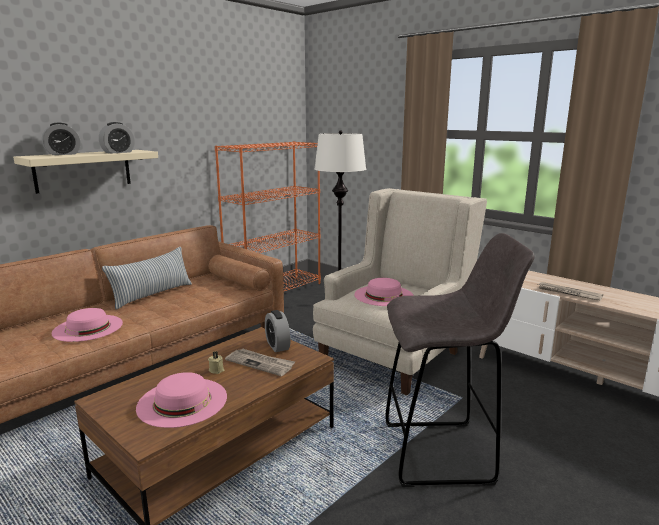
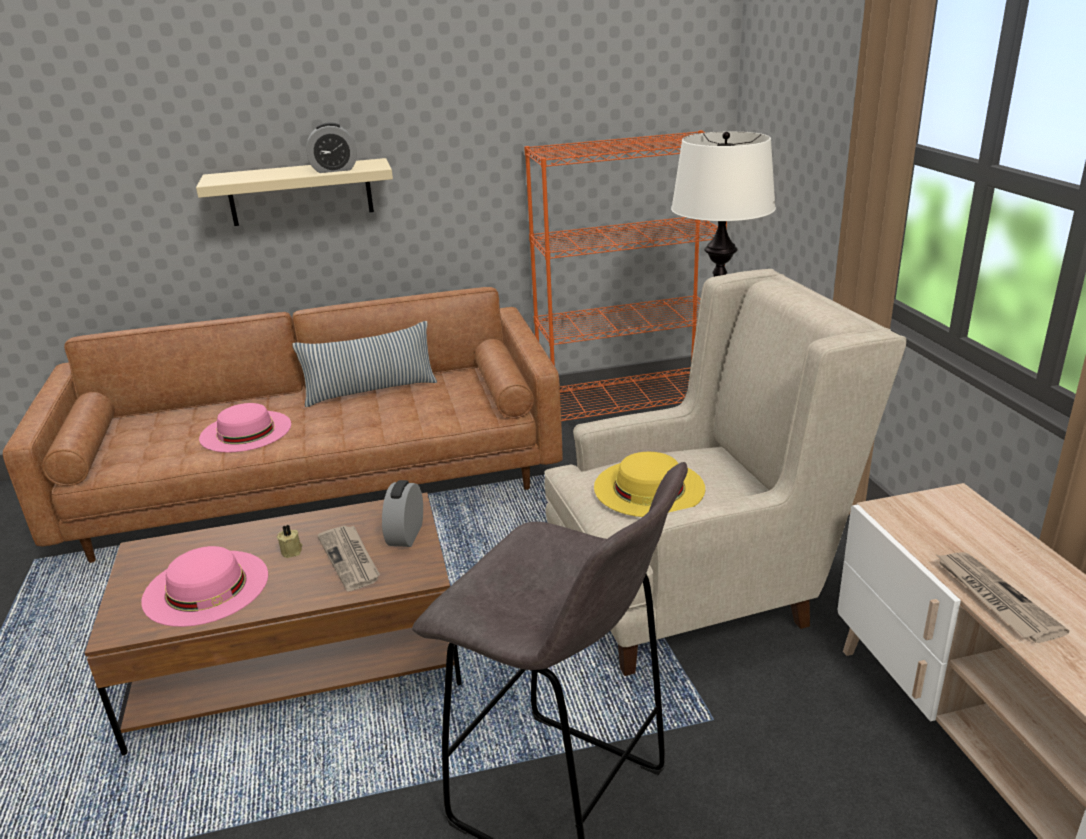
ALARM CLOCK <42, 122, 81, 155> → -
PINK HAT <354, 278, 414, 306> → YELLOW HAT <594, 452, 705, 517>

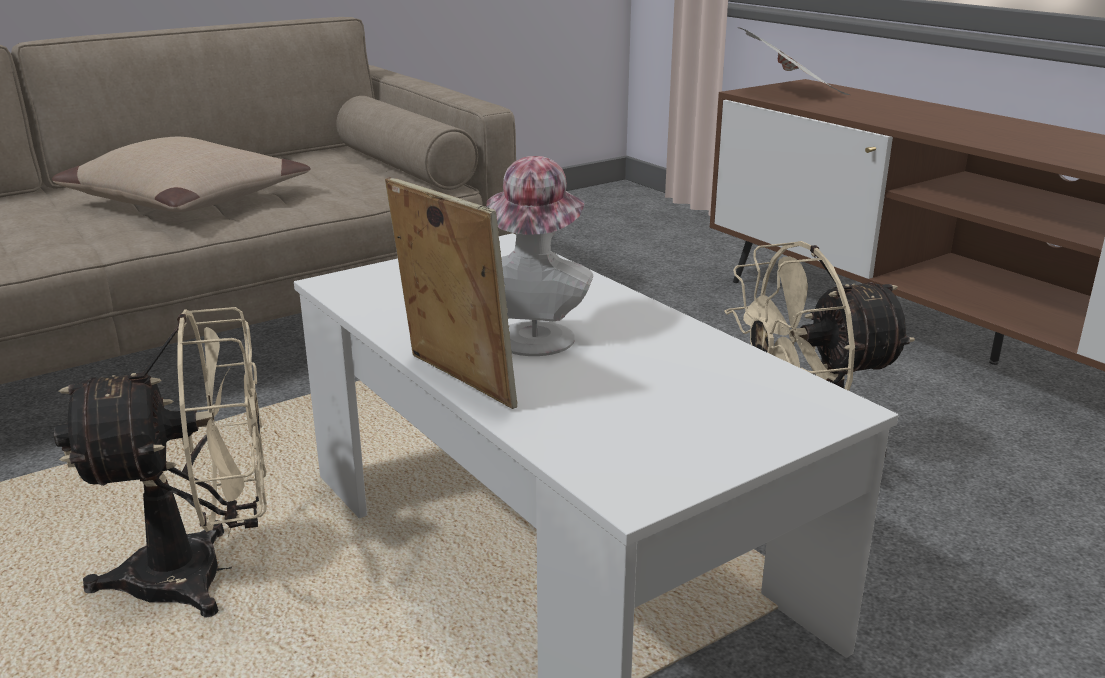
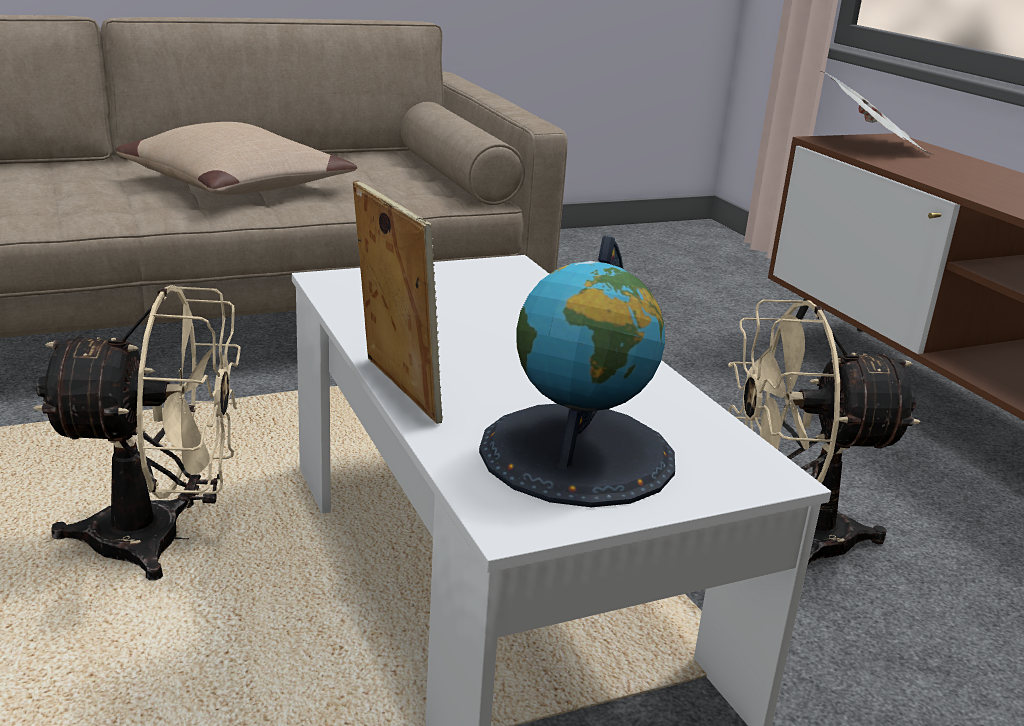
HAT <487, 156, 593, 356> → -
- → GLOBE <479, 235, 675, 507>

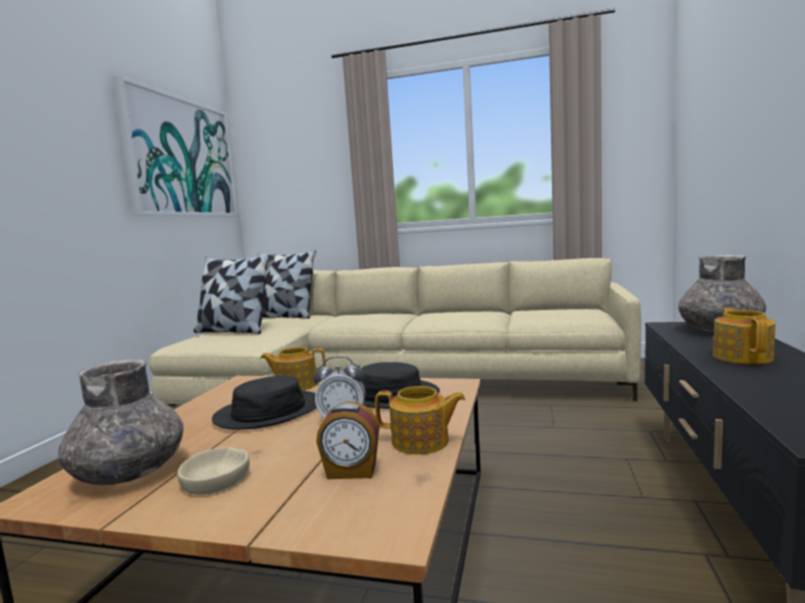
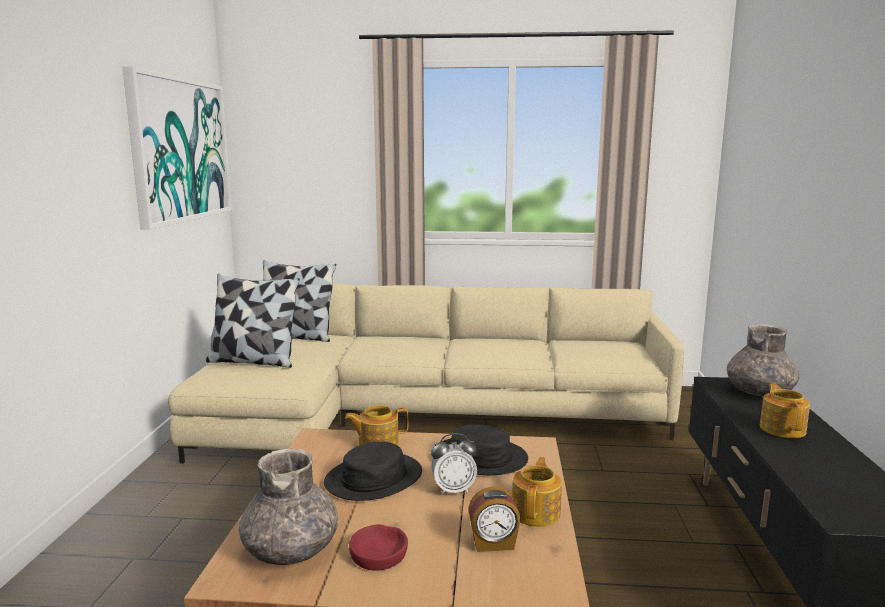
BEIGE BOWL <177, 447, 250, 495> → RED BOWL <349, 524, 408, 571>
TEAPOT <375, 386, 466, 455> → TEAPOT <512, 457, 562, 527>, 75 degrees counterclockwise

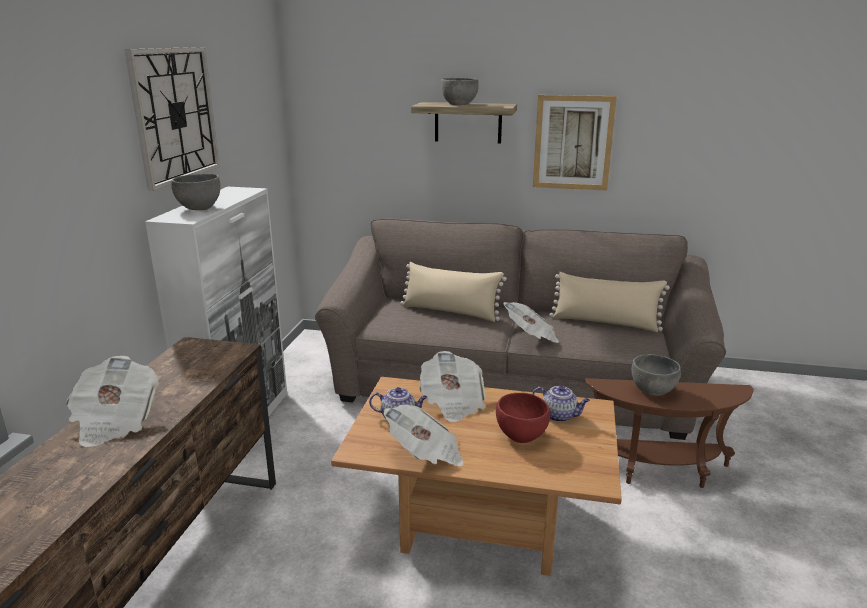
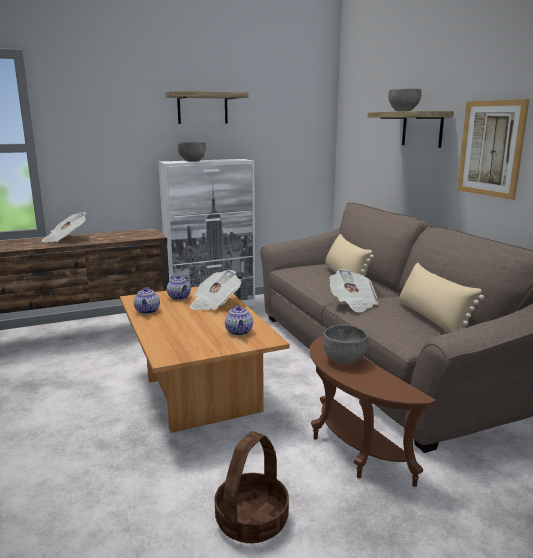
RED BOWL <496, 393, 550, 443> → -
- → BASKET <214, 431, 289, 543>
WALL CLOCK <124, 47, 220, 191> → SHELF <166, 91, 249, 124>
NEWSPAPER <384, 405, 464, 466> → TEAPOT <134, 287, 160, 314>

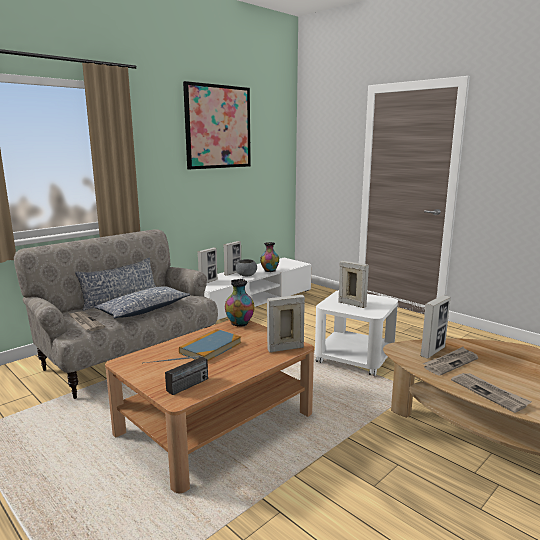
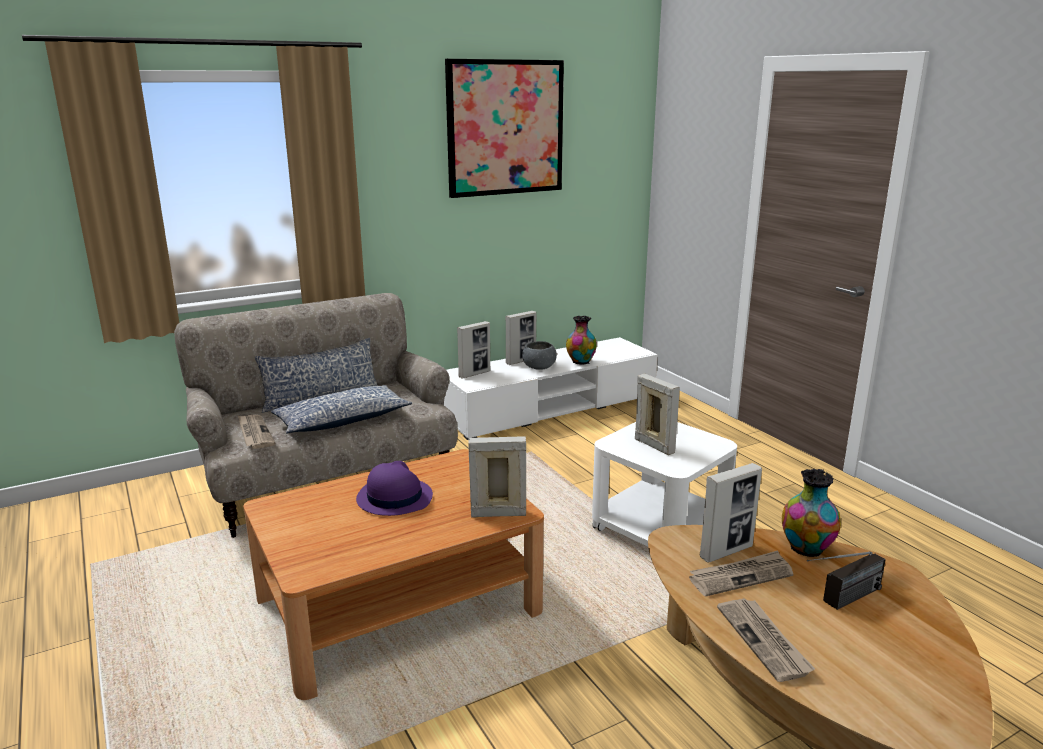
RADIO <142, 356, 208, 395> → RADIO <807, 551, 886, 610>, move
VASE <225, 279, 255, 327> → VASE <782, 469, 841, 557>, move
BOOK <179, 329, 241, 361> → PURPLE HAT <356, 461, 433, 516>

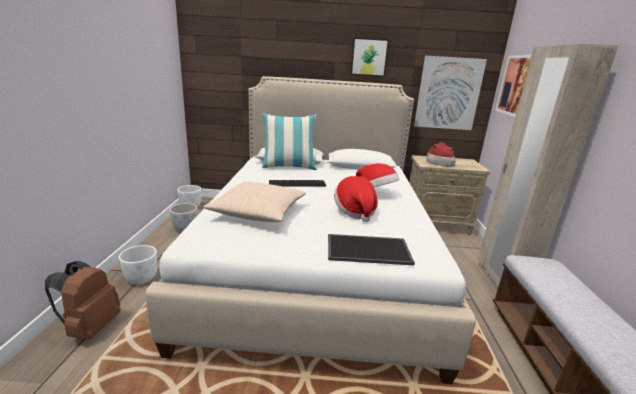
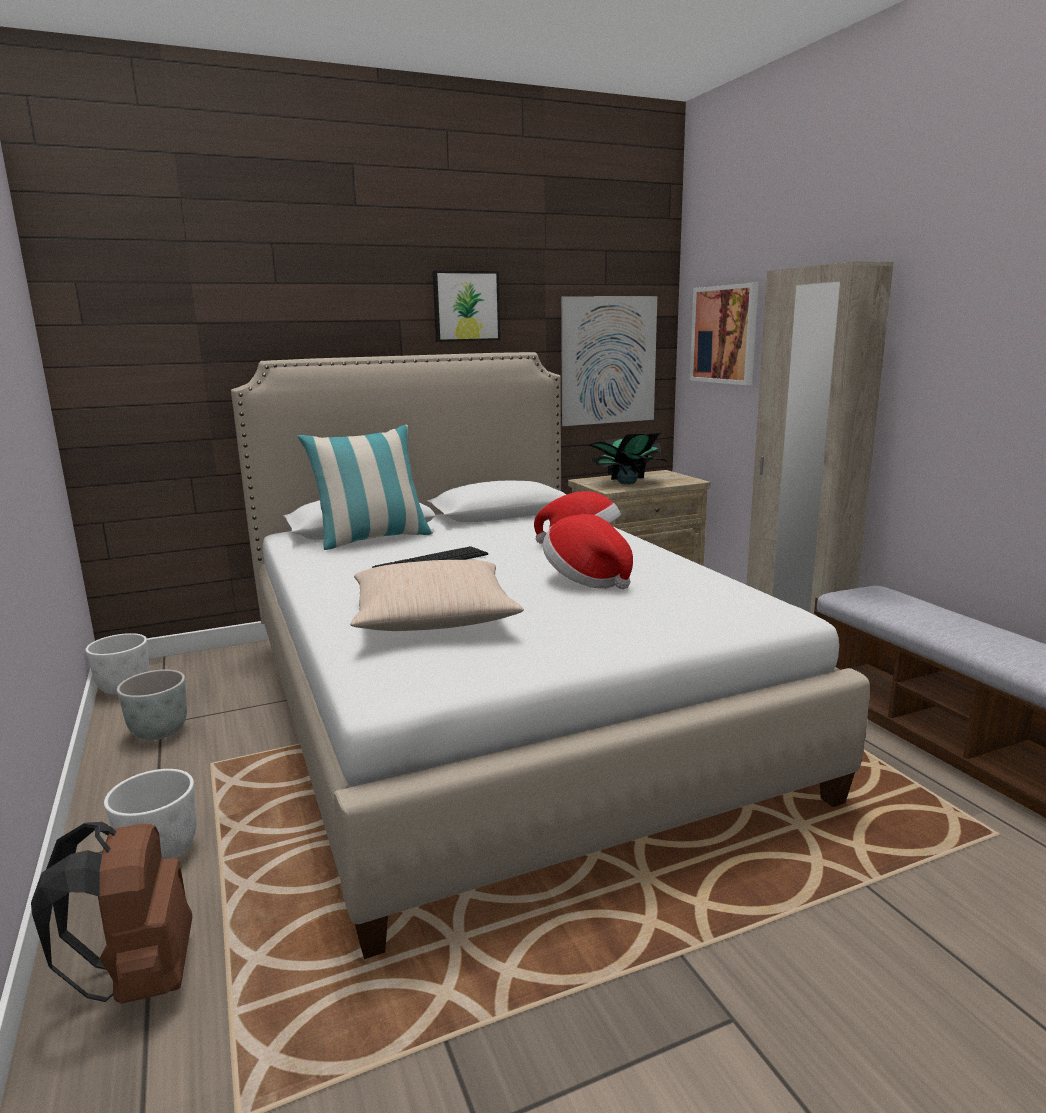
TRAY <328, 234, 415, 265> → -
HAT <426, 142, 456, 167> → POTTED PLANT <585, 433, 667, 484>

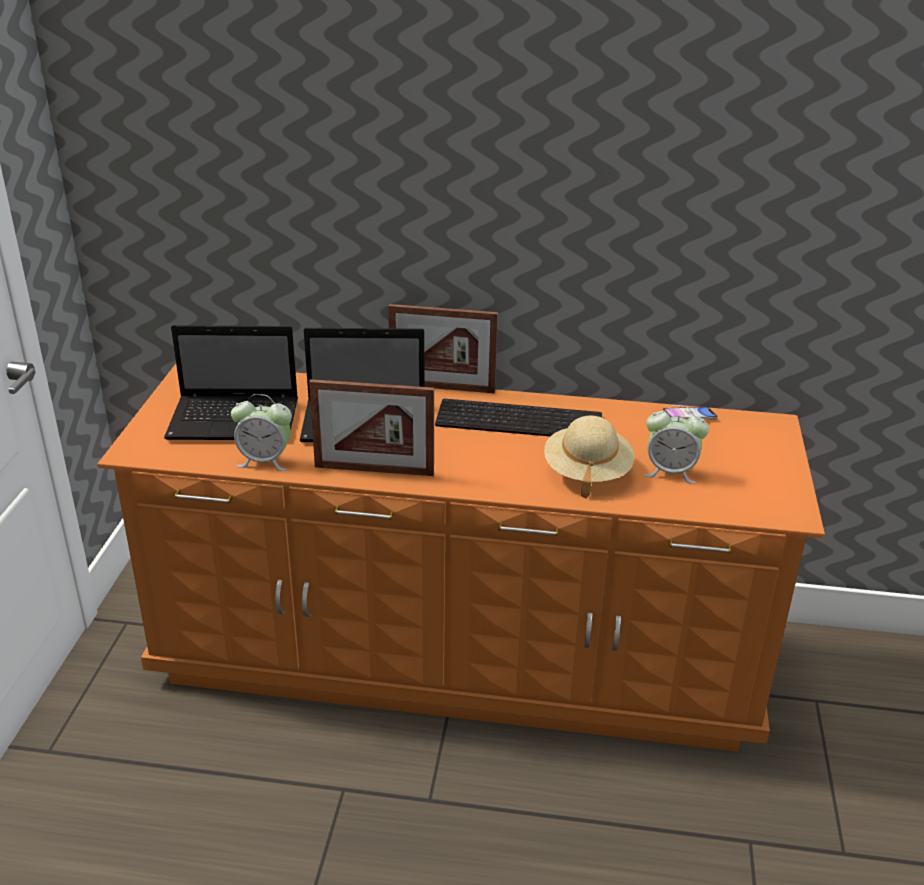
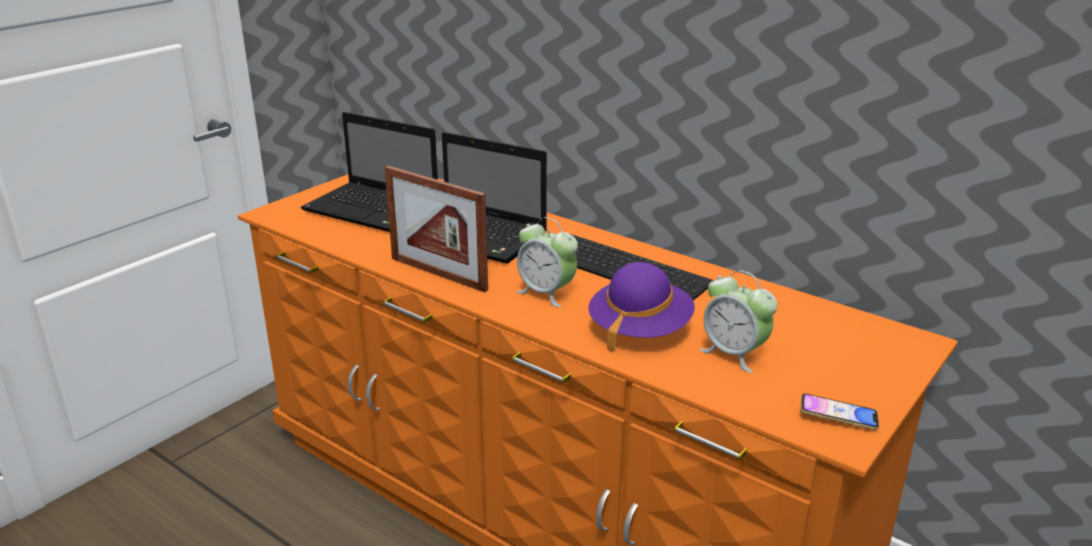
PICTURE FRAME <388, 304, 498, 393> → -
ALARM CLOCK <231, 394, 292, 471> → ALARM CLOCK <516, 217, 578, 307>, move
PHONE <662, 407, 718, 420> → PHONE <801, 394, 879, 430>, move
BEIGE HAT <544, 416, 634, 499> → PURPLE HAT <588, 262, 695, 352>

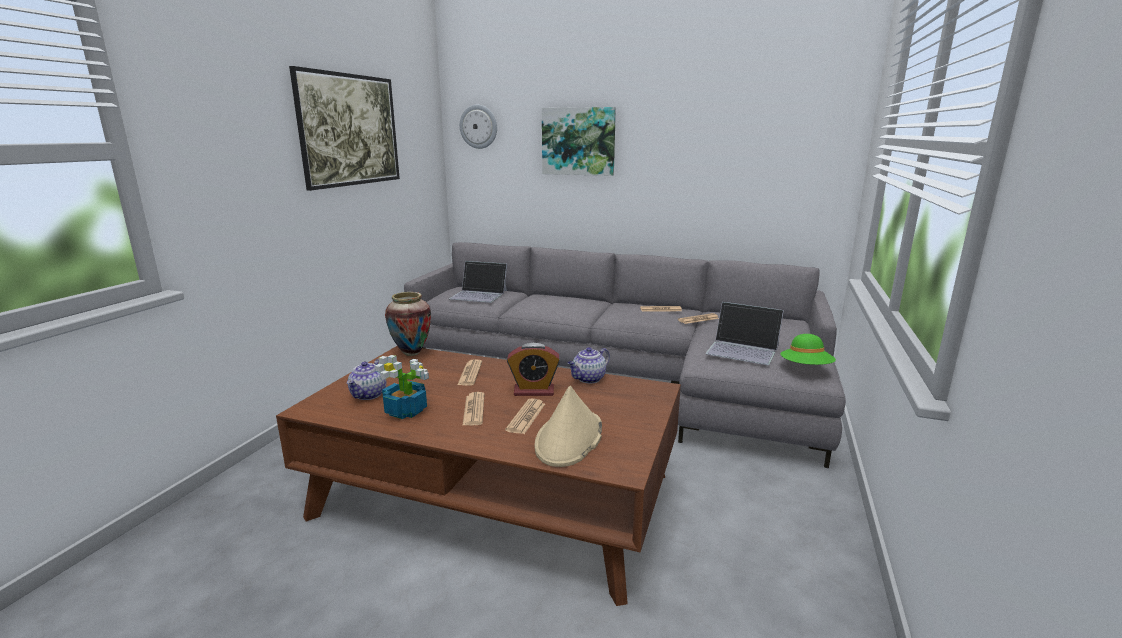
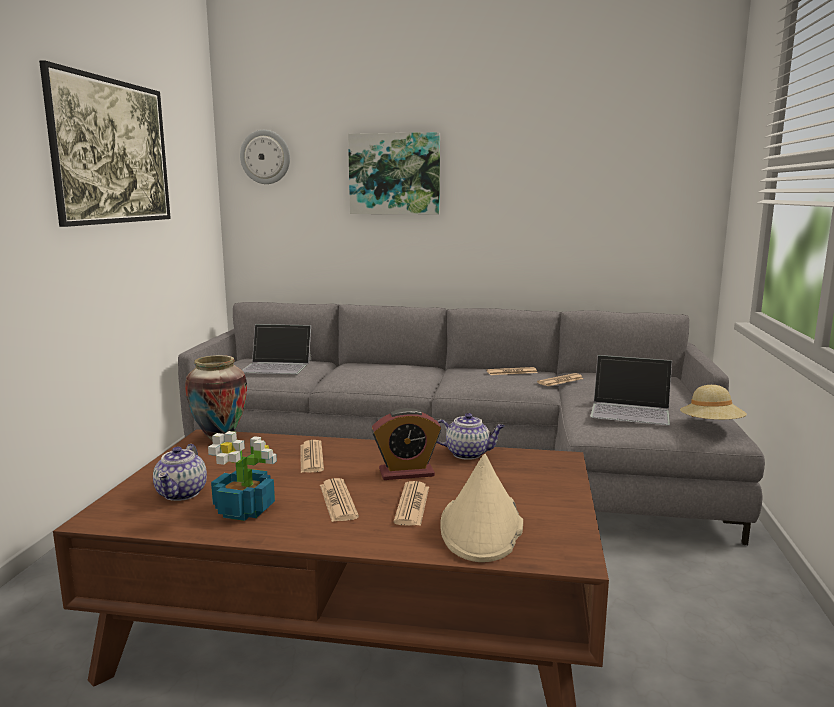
GREEN HAT <780, 334, 836, 365> → BEIGE HAT <680, 385, 747, 420>
TEAPOT <568, 347, 610, 383> → TEAPOT <437, 413, 505, 460>, 120 degrees counterclockwise

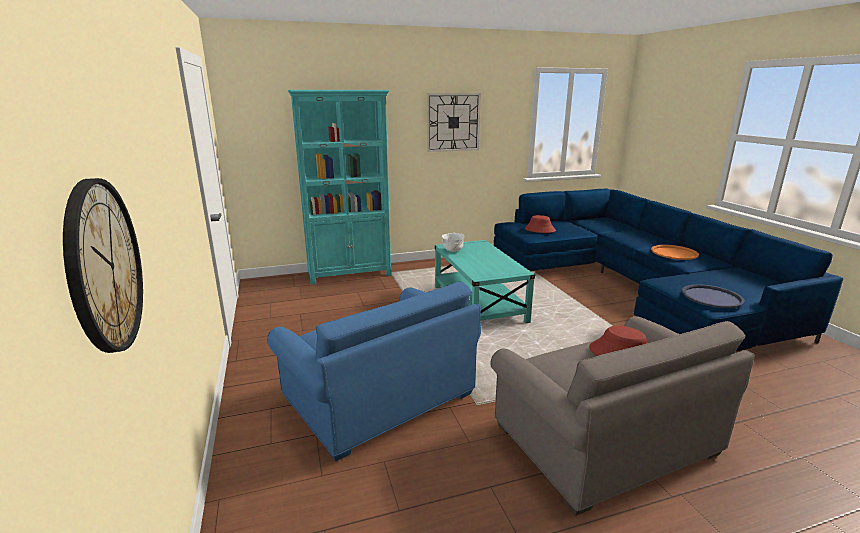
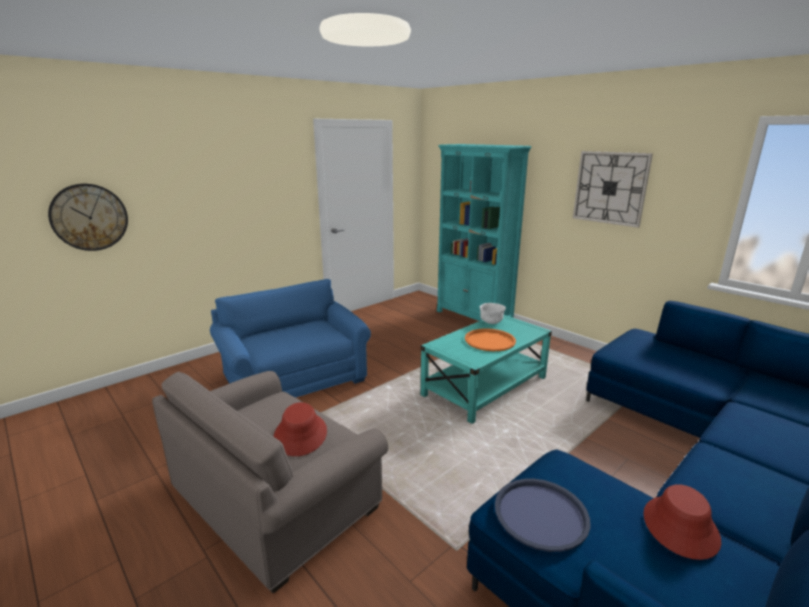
RED HAT <525, 215, 556, 233> → RED HAT <643, 484, 721, 560>, move
ORANGE TRAY <651, 245, 699, 260> → ORANGE TRAY <465, 328, 516, 351>, move
BLUE ARMCHAIR <267, 281, 482, 461> → BLUE ARMCHAIR <210, 279, 371, 398>, 120 degrees clockwise

